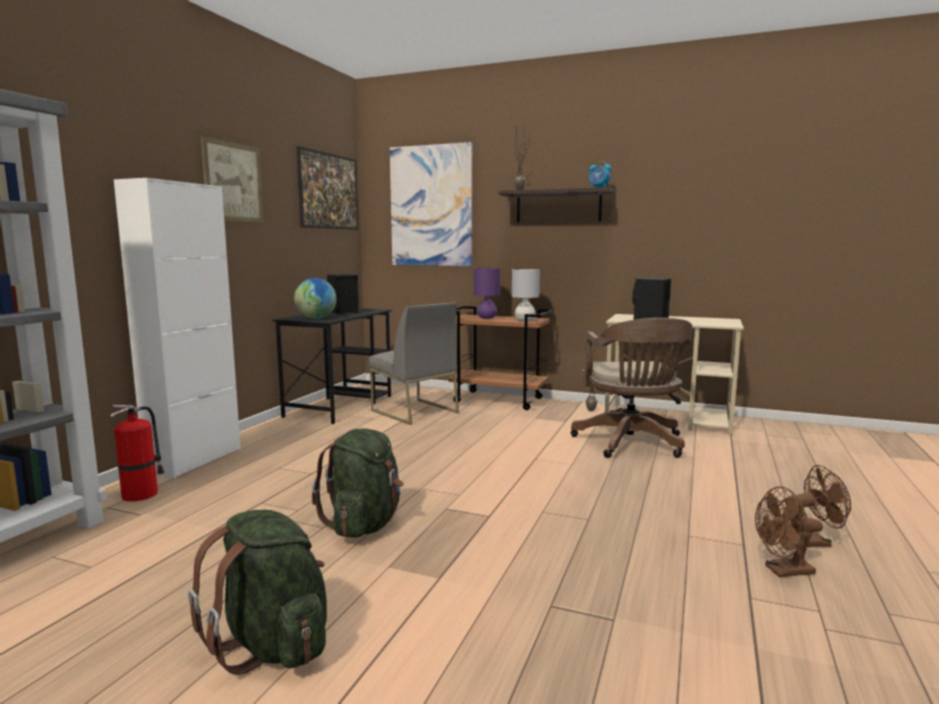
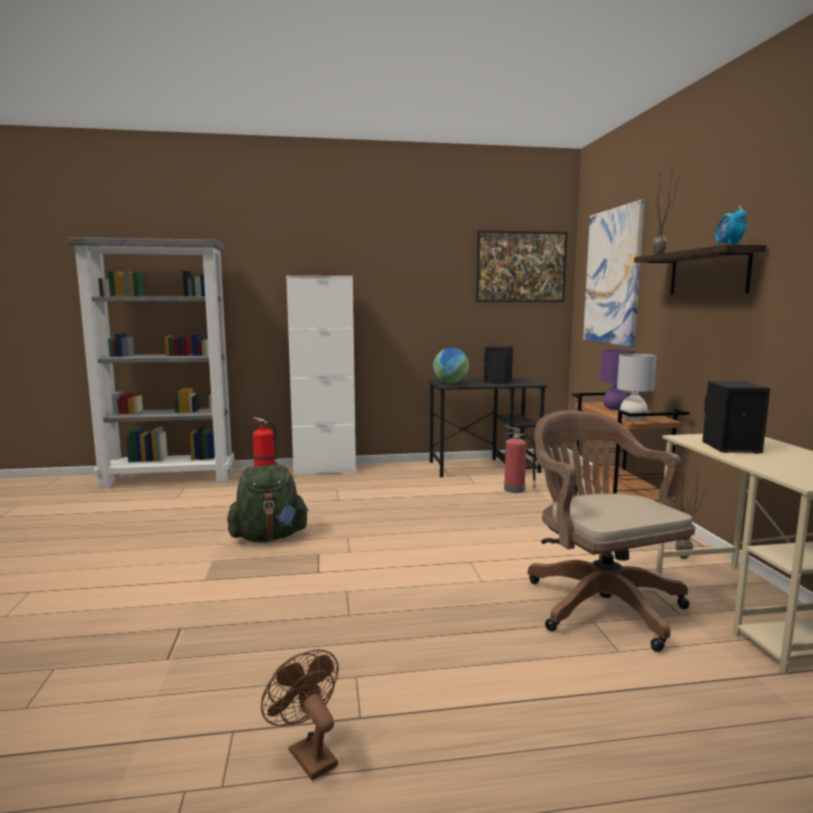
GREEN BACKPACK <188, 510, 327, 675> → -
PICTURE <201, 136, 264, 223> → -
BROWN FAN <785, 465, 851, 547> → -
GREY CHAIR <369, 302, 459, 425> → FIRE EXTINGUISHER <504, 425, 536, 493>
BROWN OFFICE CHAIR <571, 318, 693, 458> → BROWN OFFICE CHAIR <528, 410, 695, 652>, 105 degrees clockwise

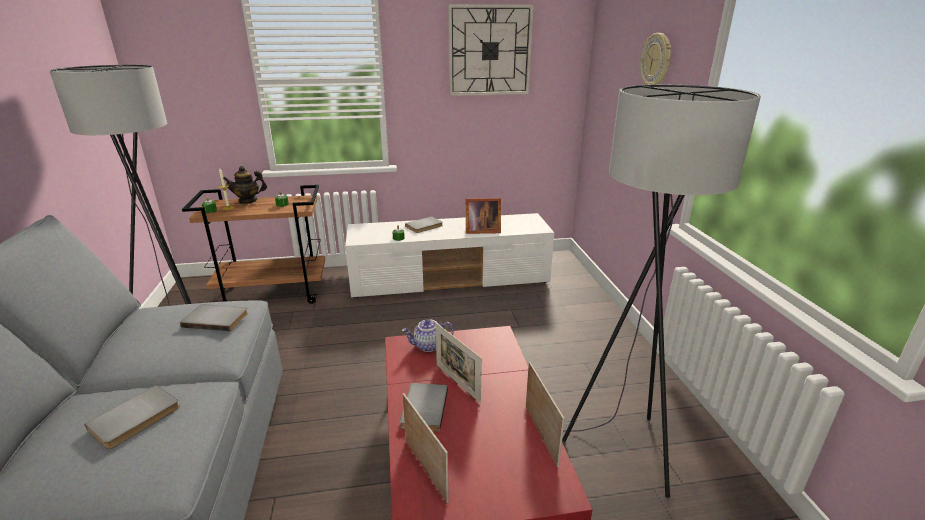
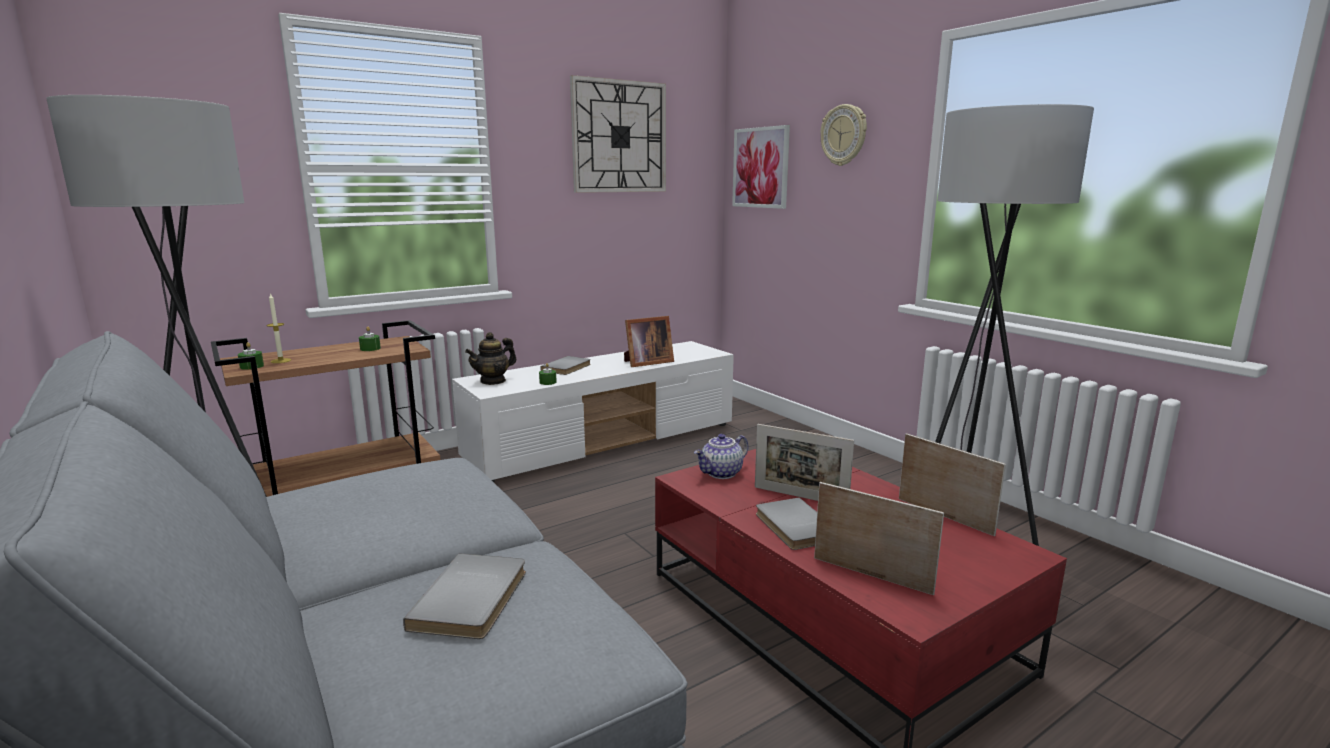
GREY BOOK <180, 304, 248, 332> → -
- → PICTURE <732, 125, 790, 209>
TEAPOT <223, 166, 267, 204> → TEAPOT <465, 332, 516, 385>, move

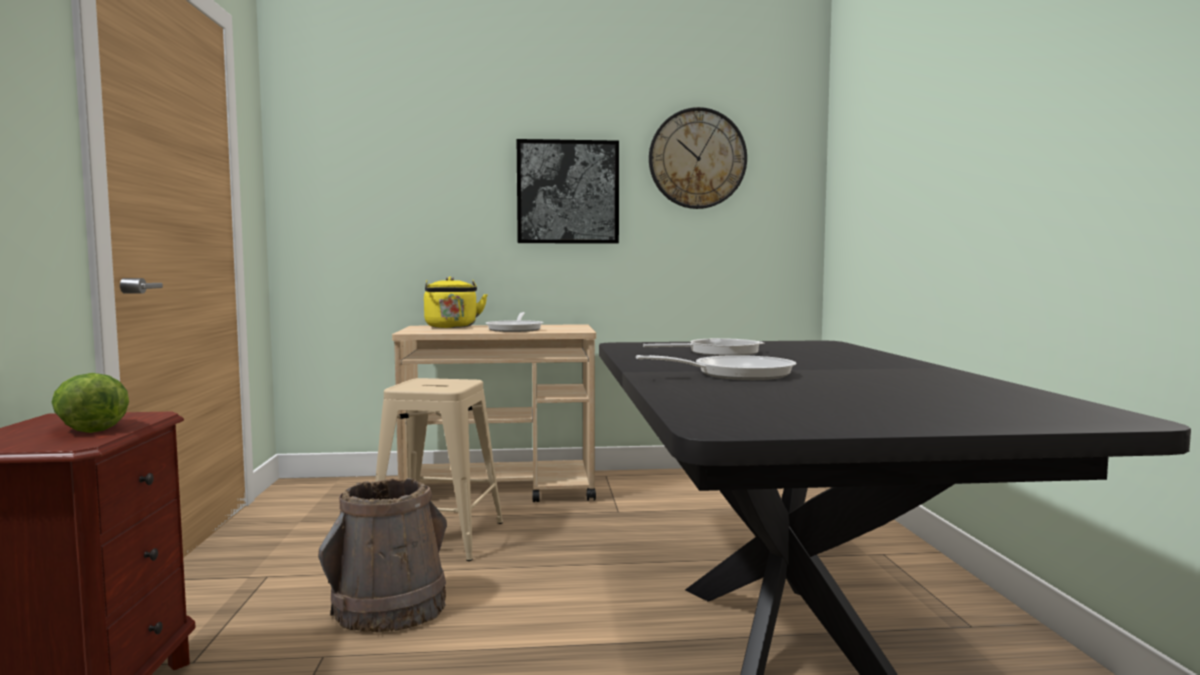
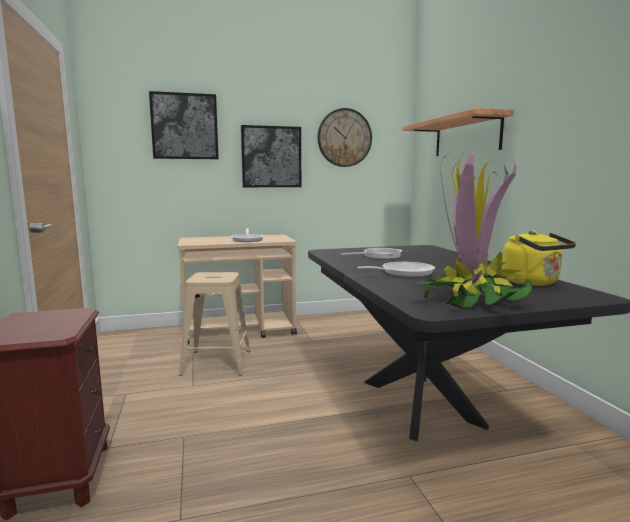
LETTUCE <52, 373, 129, 433> → -
BROWN BUCKET <318, 478, 447, 633> → -
- → PICTURE <149, 91, 219, 159>
- → SHELF <403, 108, 514, 156>
- → POTTED PLANT <418, 146, 533, 309>
YELLOW KETTLE <424, 276, 488, 328> → YELLOW KETTLE <502, 230, 576, 286>, move

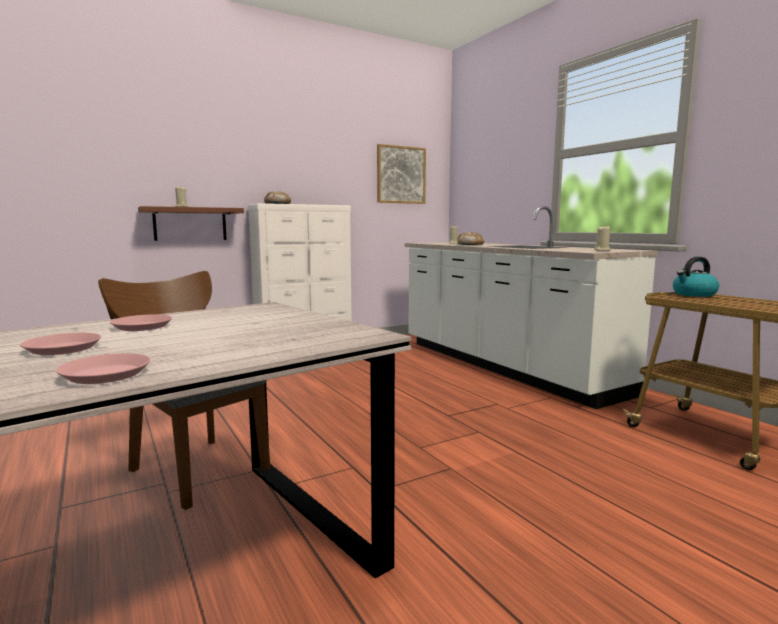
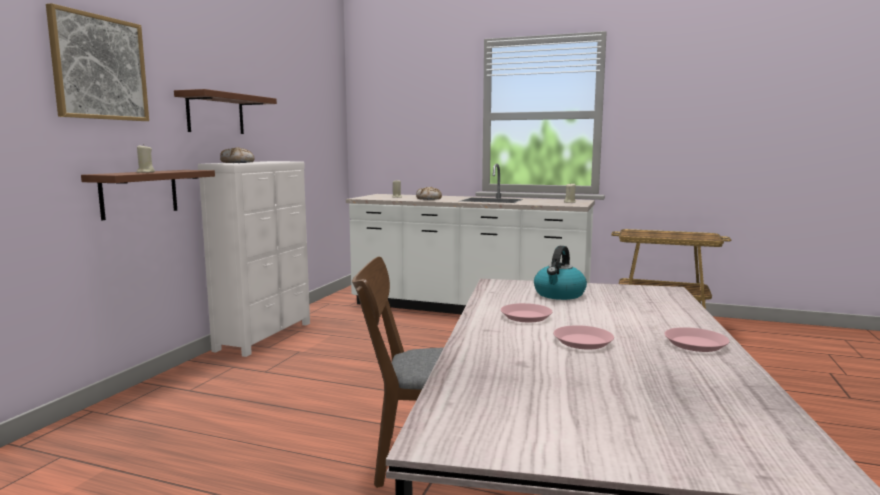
- → BROWN SHELF <174, 89, 277, 134>
PICTURE <377, 144, 426, 204> → PICTURE <46, 3, 149, 121>, move
KETTLE <673, 257, 719, 297> → KETTLE <534, 246, 587, 300>, move

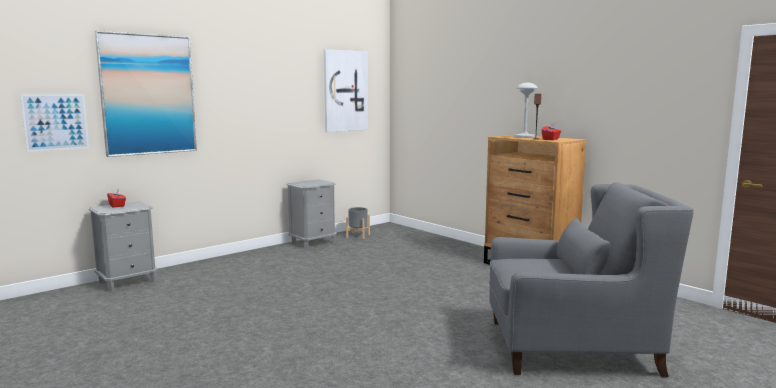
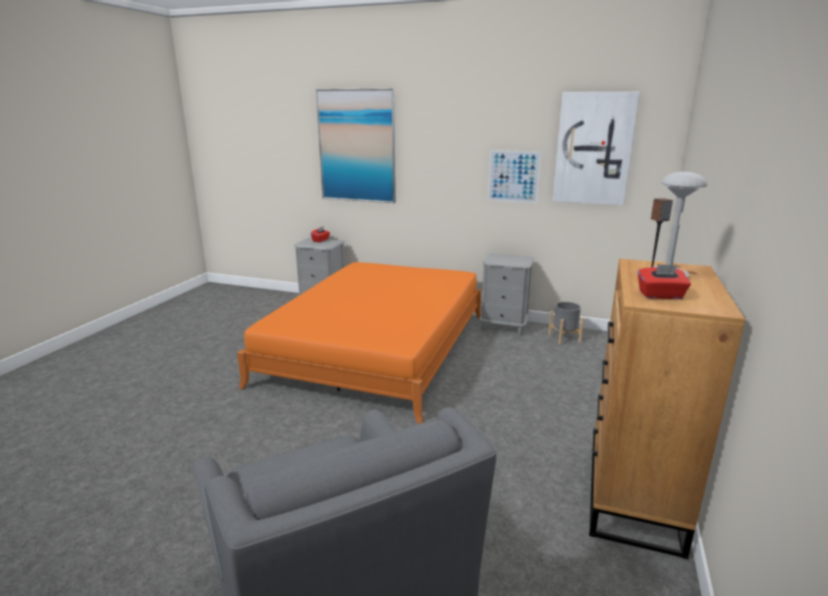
- → ORANGE BED <237, 262, 482, 424>
PICTURE <20, 94, 89, 152> → PICTURE <488, 150, 541, 203>, move

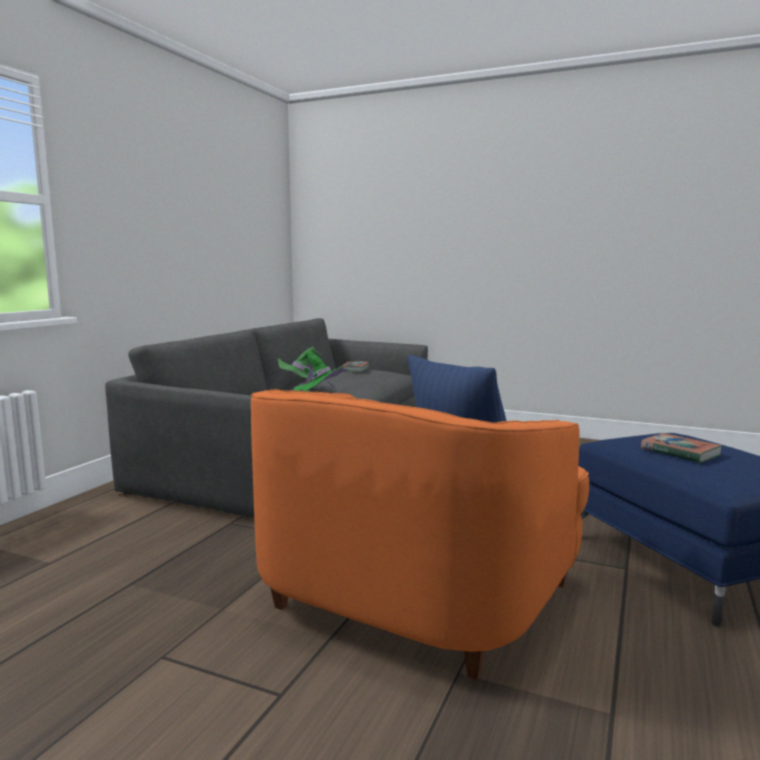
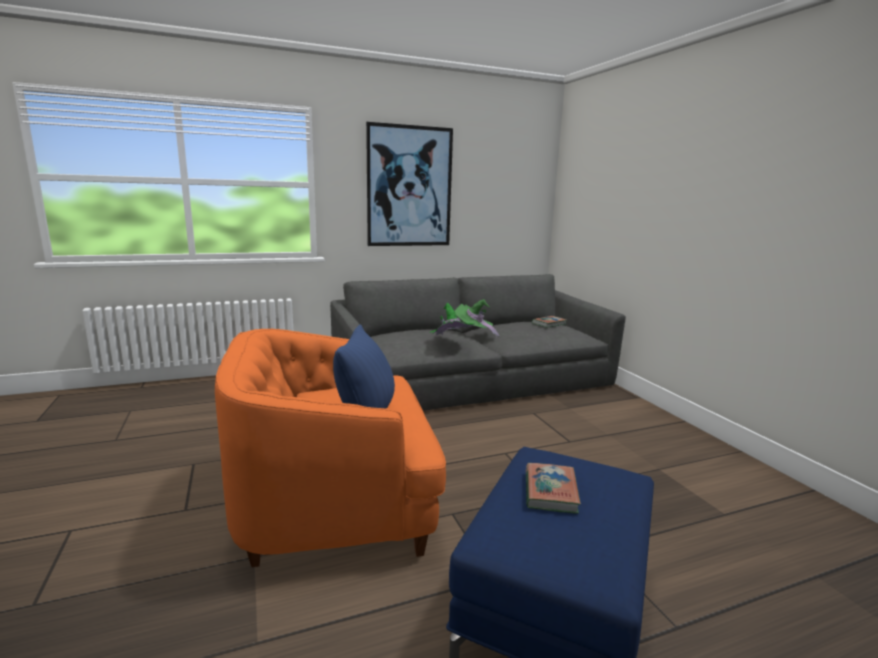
- → PICTURE <366, 122, 453, 246>

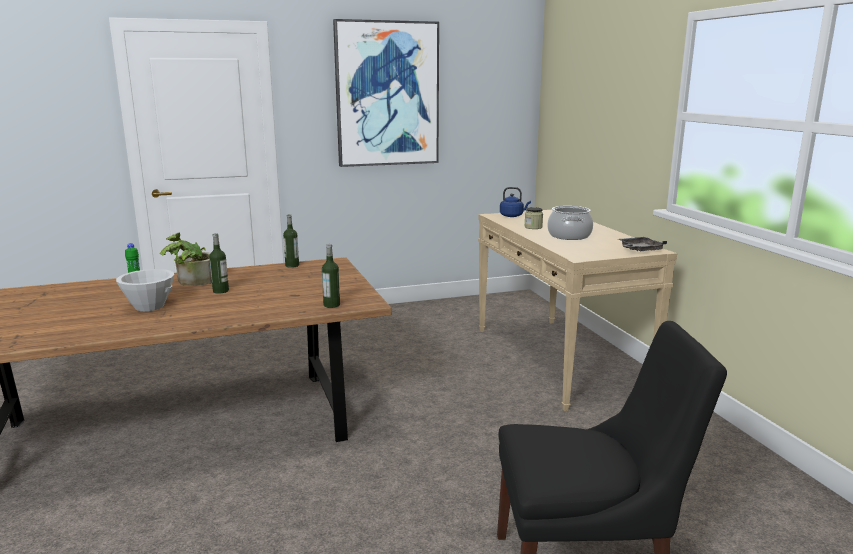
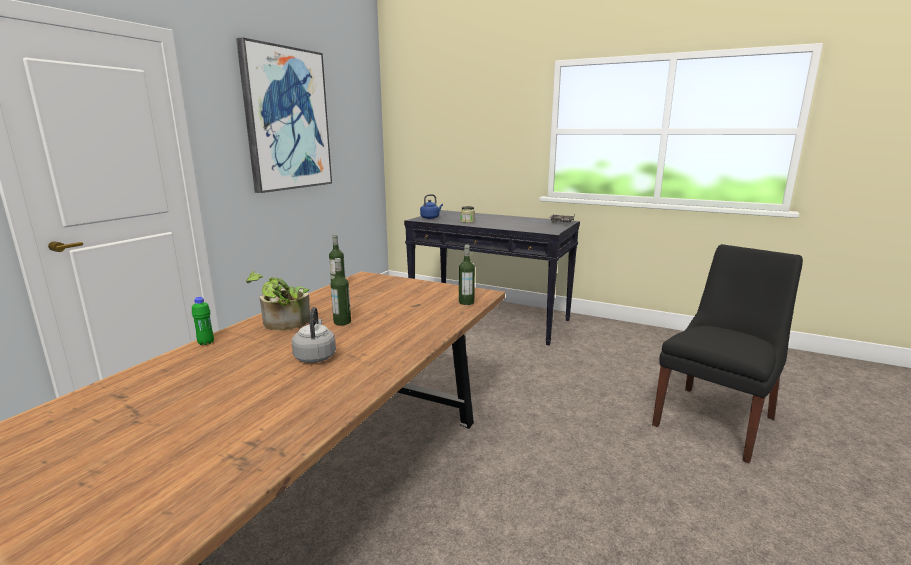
COOKING POT <548, 206, 593, 240> → -
WHITE BOWL <116, 269, 174, 311> → GREY KETTLE <292, 307, 336, 363>
BEIGE CONSOLE TABLE <478, 210, 677, 411> → BLACK CONSOLE TABLE <404, 210, 580, 345>

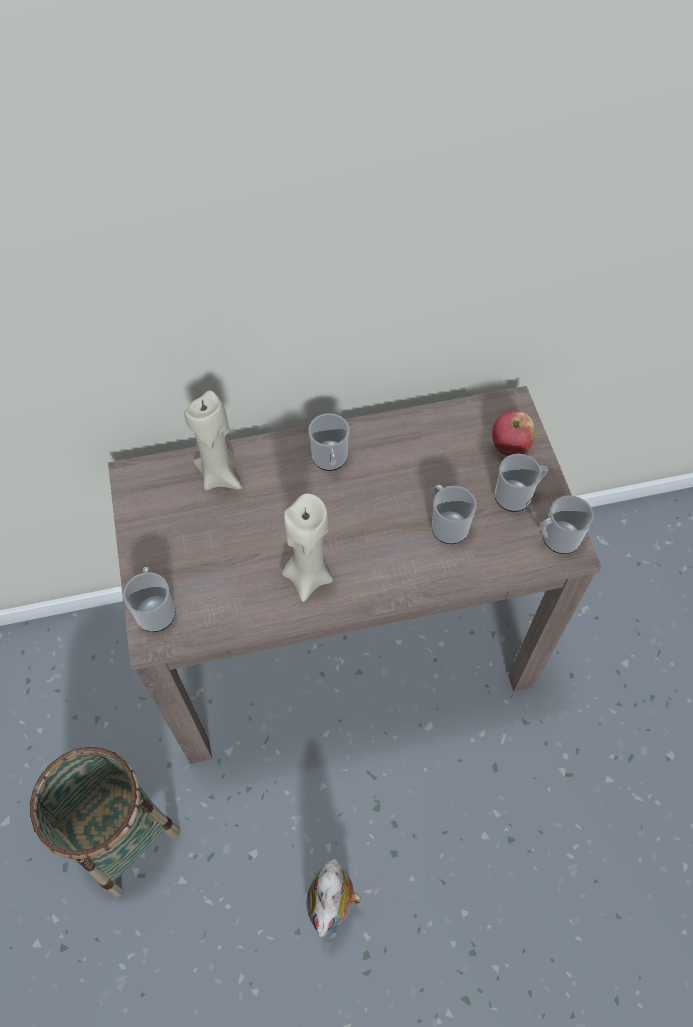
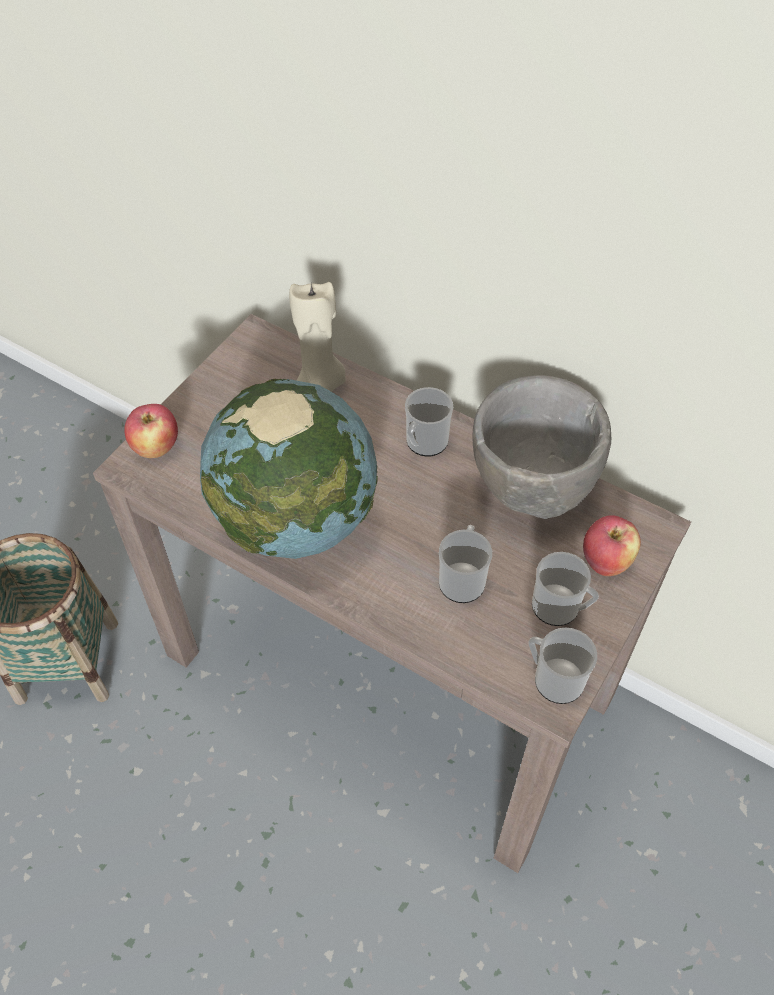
PLUSH TOY <306, 859, 361, 938> → -
- → GREY BOWL <473, 375, 611, 519>
MUG <123, 567, 175, 632> → APPLE <124, 404, 178, 458>
BEIGE CANDLE <282, 493, 333, 602> → GLOBE <200, 379, 378, 559>

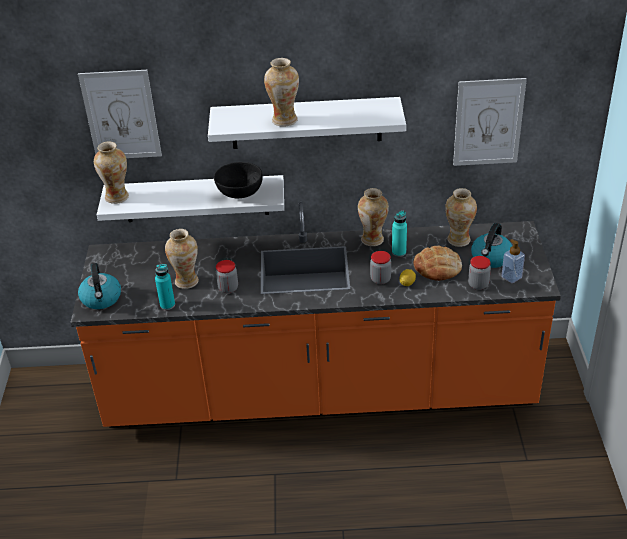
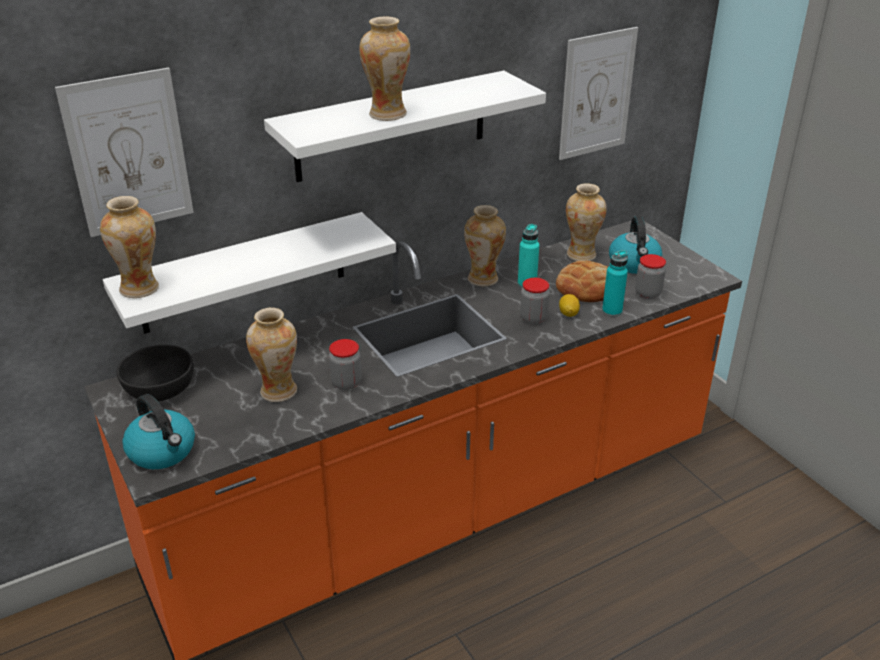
SOAP DISPENSER <501, 239, 525, 283> → -
TURQUOISE BOTTLE <155, 264, 175, 310> → TURQUOISE BOTTLE <602, 250, 628, 317>, move
BLACK BOWL <214, 162, 263, 199> → BLACK BOWL <116, 345, 194, 401>, move

